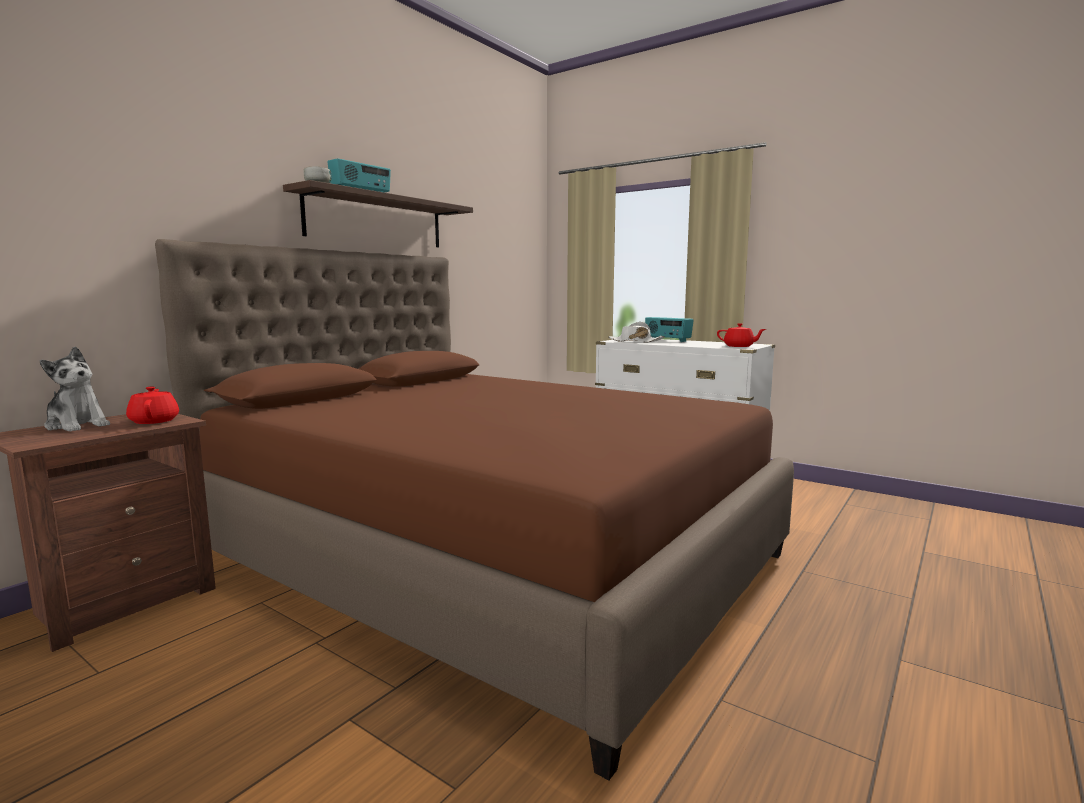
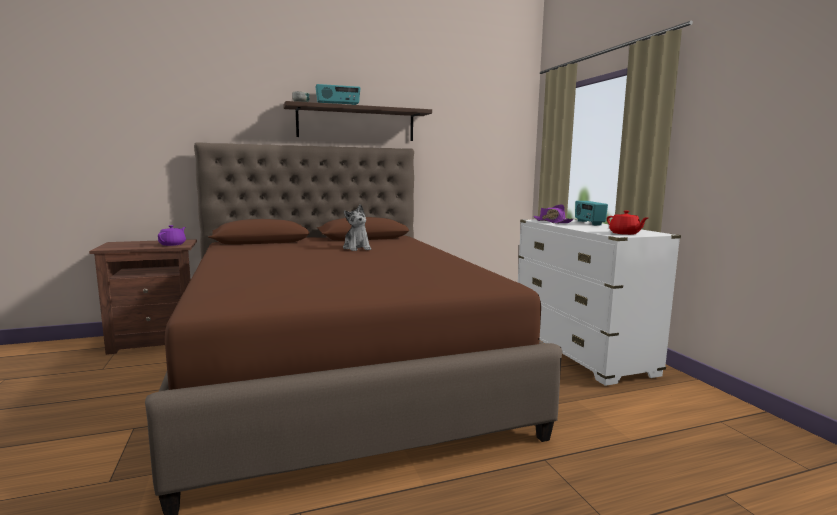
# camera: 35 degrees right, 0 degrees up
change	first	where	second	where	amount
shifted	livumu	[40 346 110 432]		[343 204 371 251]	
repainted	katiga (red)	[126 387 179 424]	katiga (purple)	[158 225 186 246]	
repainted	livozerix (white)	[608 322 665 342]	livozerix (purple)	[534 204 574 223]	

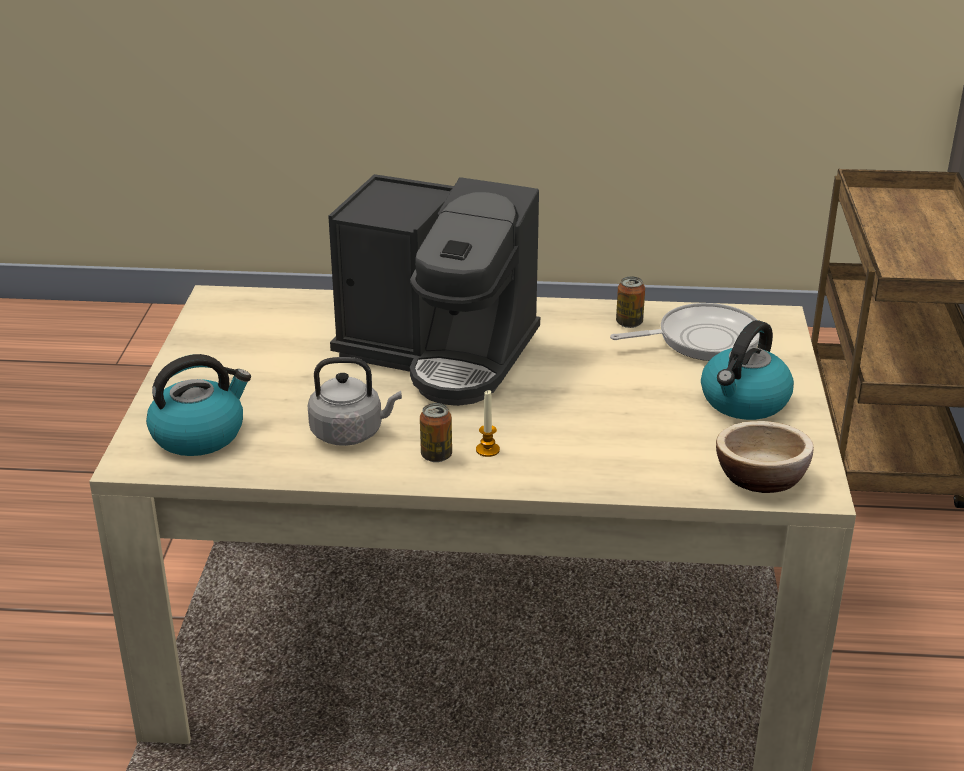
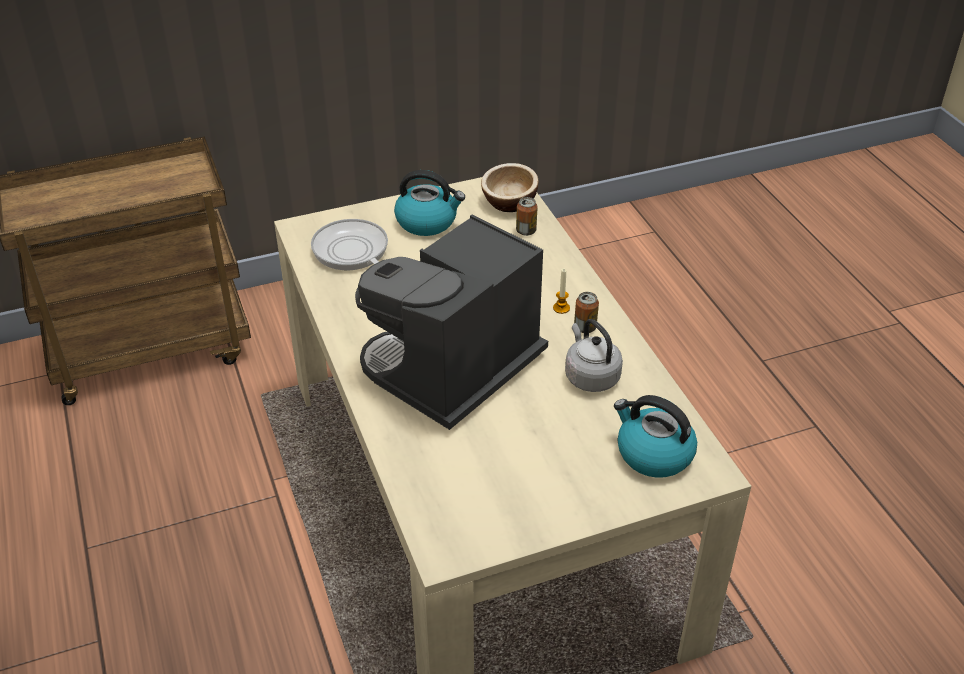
# camera: 115 degrees left, 10 degrees up
change	first	where	second	where	amount
rotated	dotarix	[328 174 540 406]		[355 214 548 430]	135 degrees counterclockwise
shifted	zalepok	[616 276 645 328]		[516 197 538 236]	

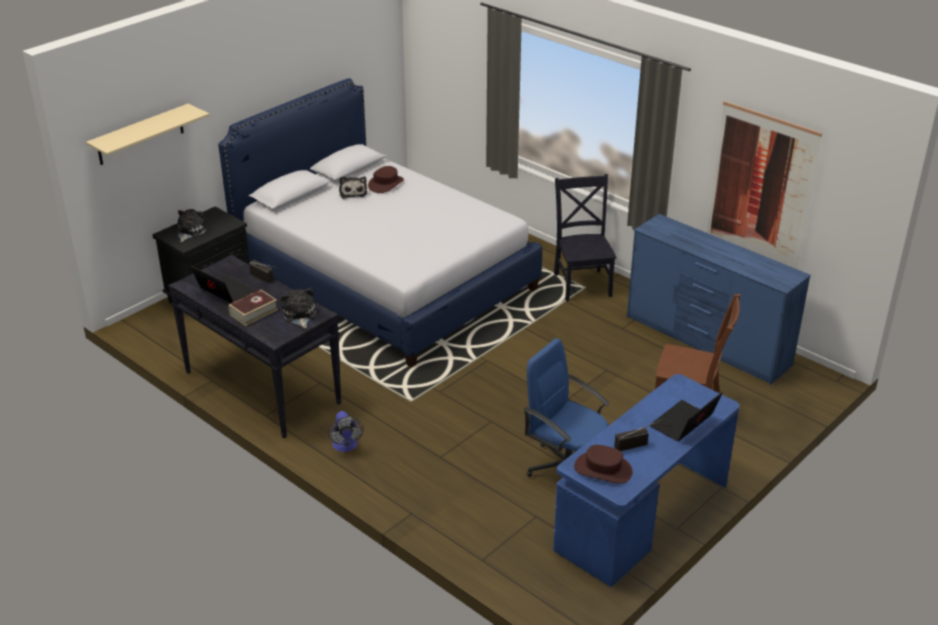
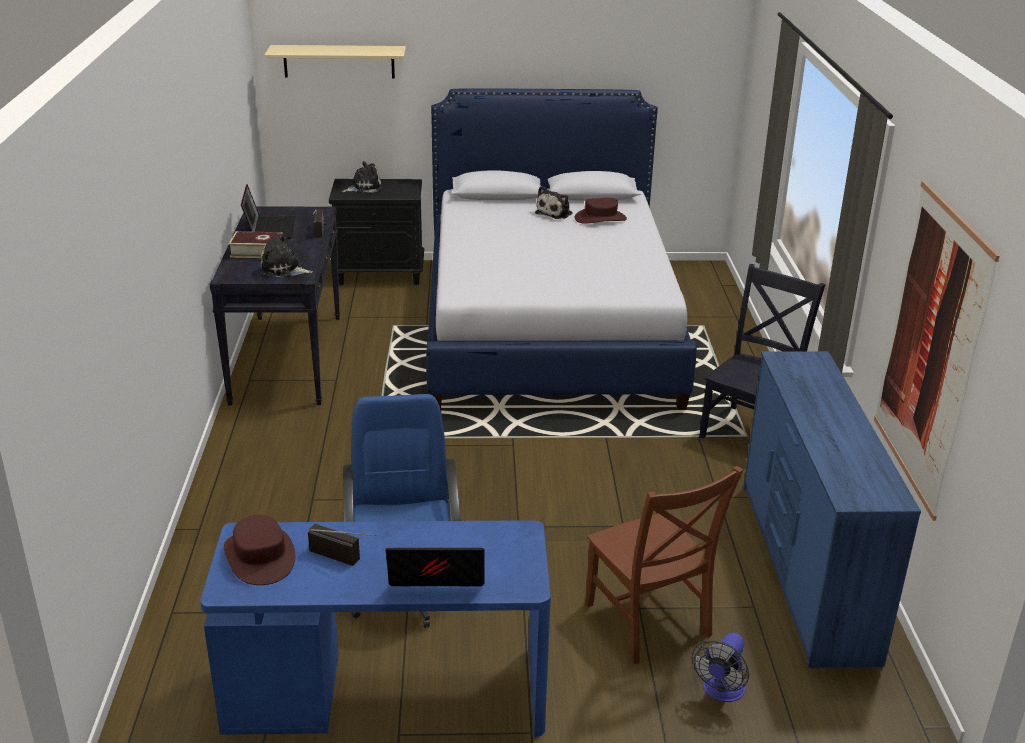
# camera: 45 degrees right, 5 degrees down
change	first	where	second	where	amount
rotated	livumu	[281 288 316 328]		[260 233 313 278]	105 degrees counterclockwise
shifted	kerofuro	[328 411 364 452]		[692 633 749 702]	

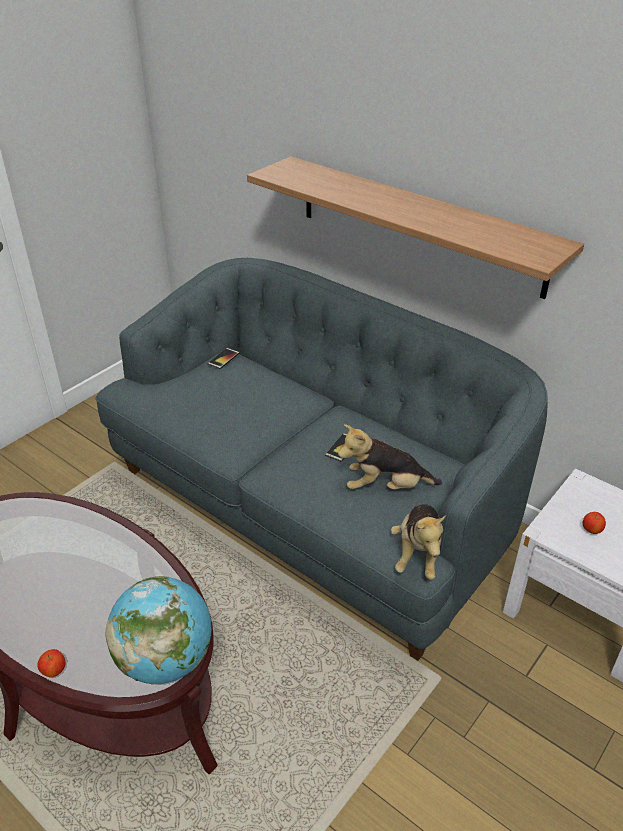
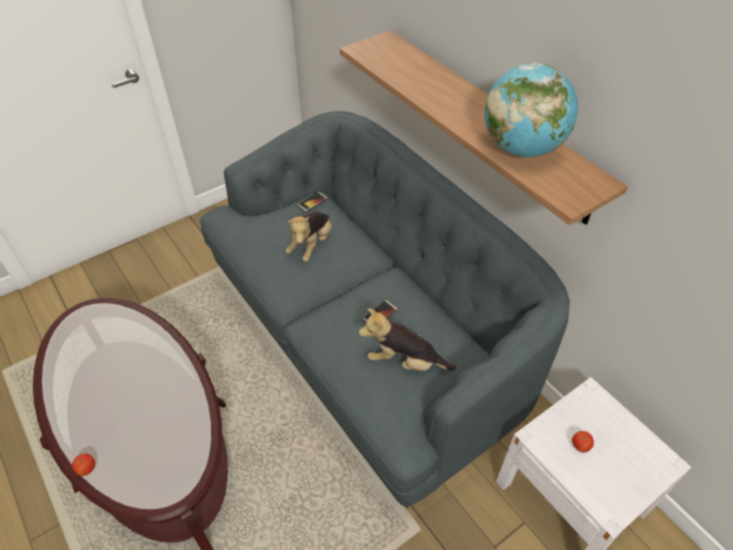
# camera: 15 degrees right, 10 degrees up
change	first	where	second	where	amount
shifted	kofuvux	[106 576 211 684]		[484 63 578 157]	
shifted	livumu	[391 504 446 580]		[285 212 332 262]	

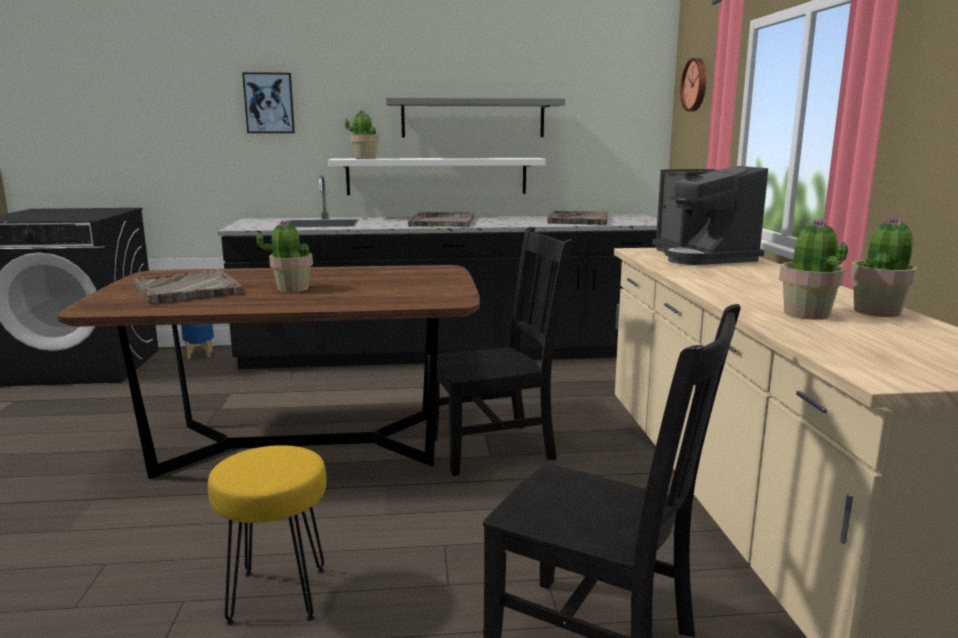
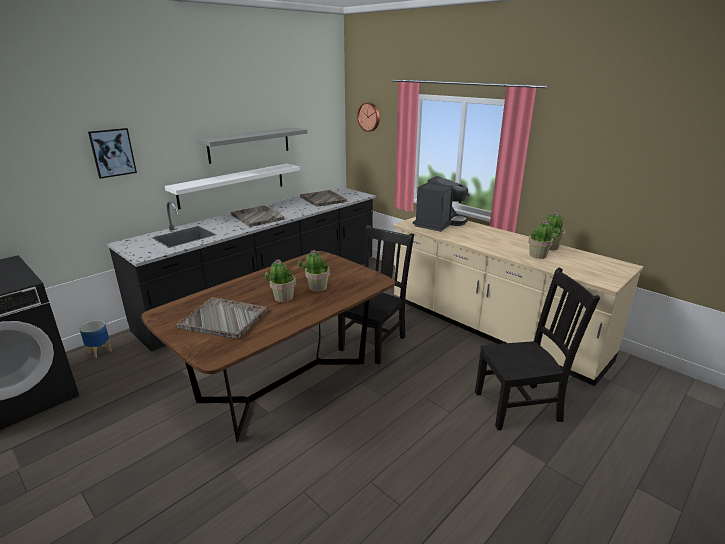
# camera: 40 degrees left, 10 degrees up
change	first	where	second	where	amount
gone	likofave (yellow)	[208 445 327 626]			
shifted	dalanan	[345 110 379 159]		[298 250 330 292]	
rotated	dotarix	[652 166 768 265]		[413 176 470 232]	90 degrees counterclockwise

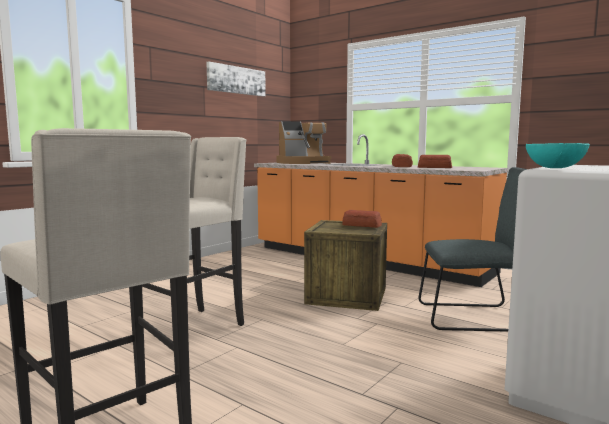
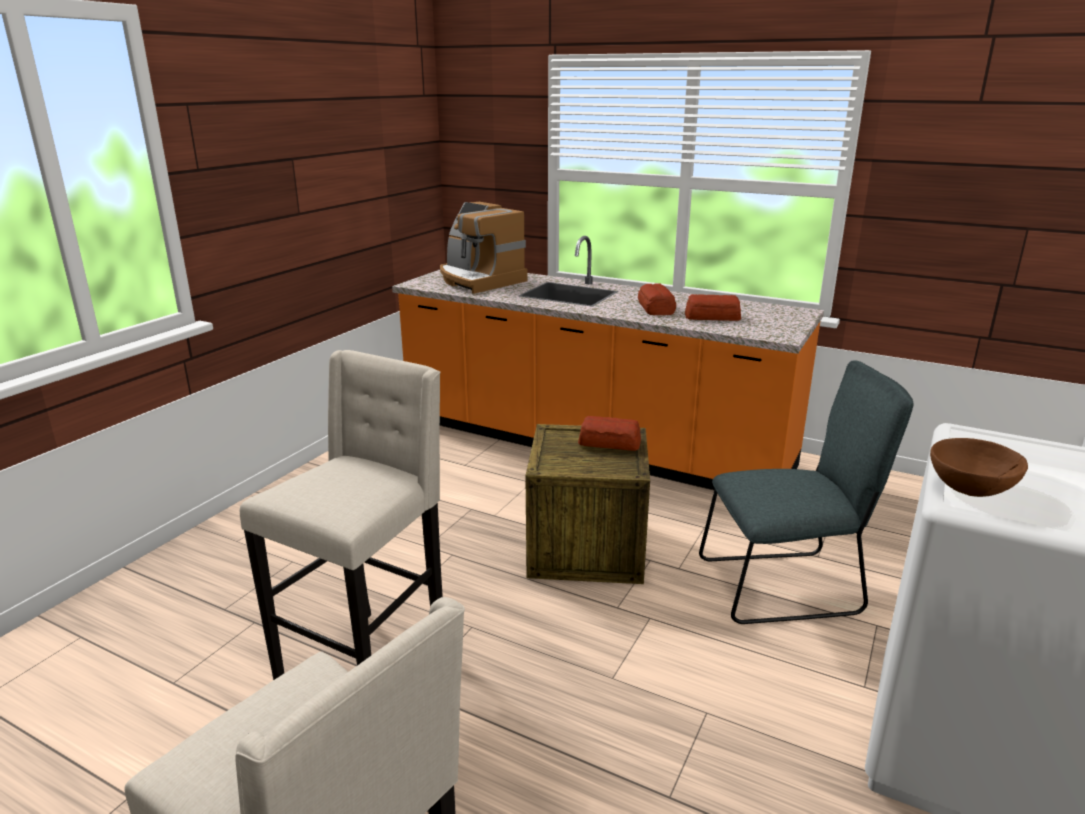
# camera: 10 degrees left, 15 degrees up
change	first	where	second	where	amount
gone	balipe	[206 61 266 96]			
rotated	dotarix	[277 121 331 164]		[440 202 528 294]	75 degrees clockwise
repainted	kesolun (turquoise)	[526 143 590 168]	kesolun (brown)	[930 438 1028 497]	

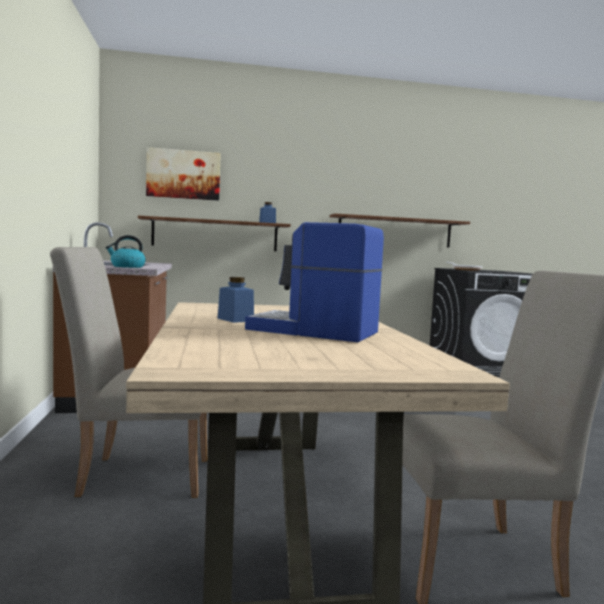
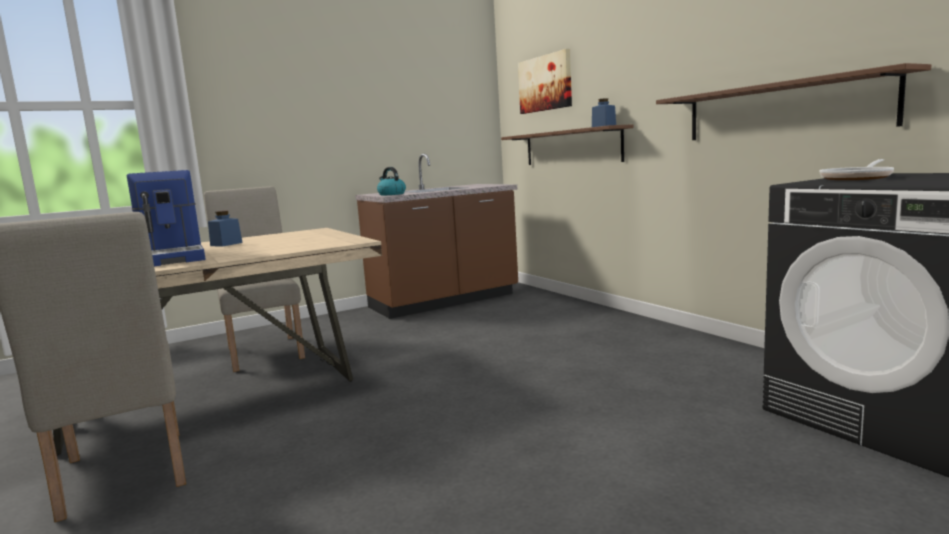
# camera: 70 degrees right, 5 degrees up
change	first	where	second	where	amount
rotated	dotarix	[245 222 384 342]		[127 170 206 266]	150 degrees clockwise

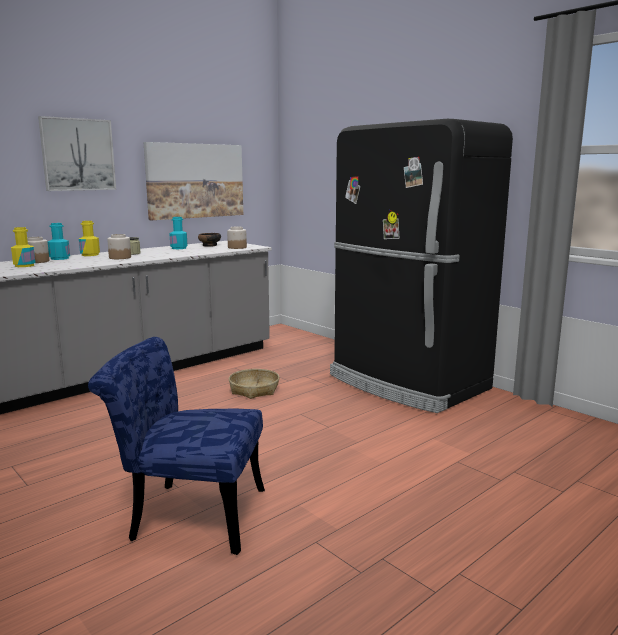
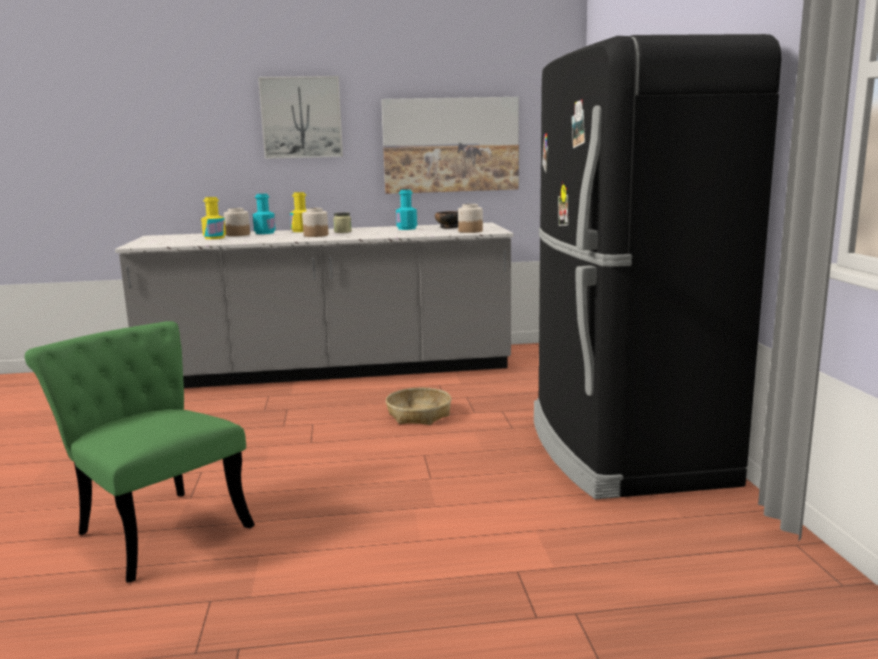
# camera: 35 degrees right, 0 degrees up
change	first	where	second	where	amount
repainted	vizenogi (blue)	[88 337 265 555]	vizenogi (green)	[25 321 255 583]	

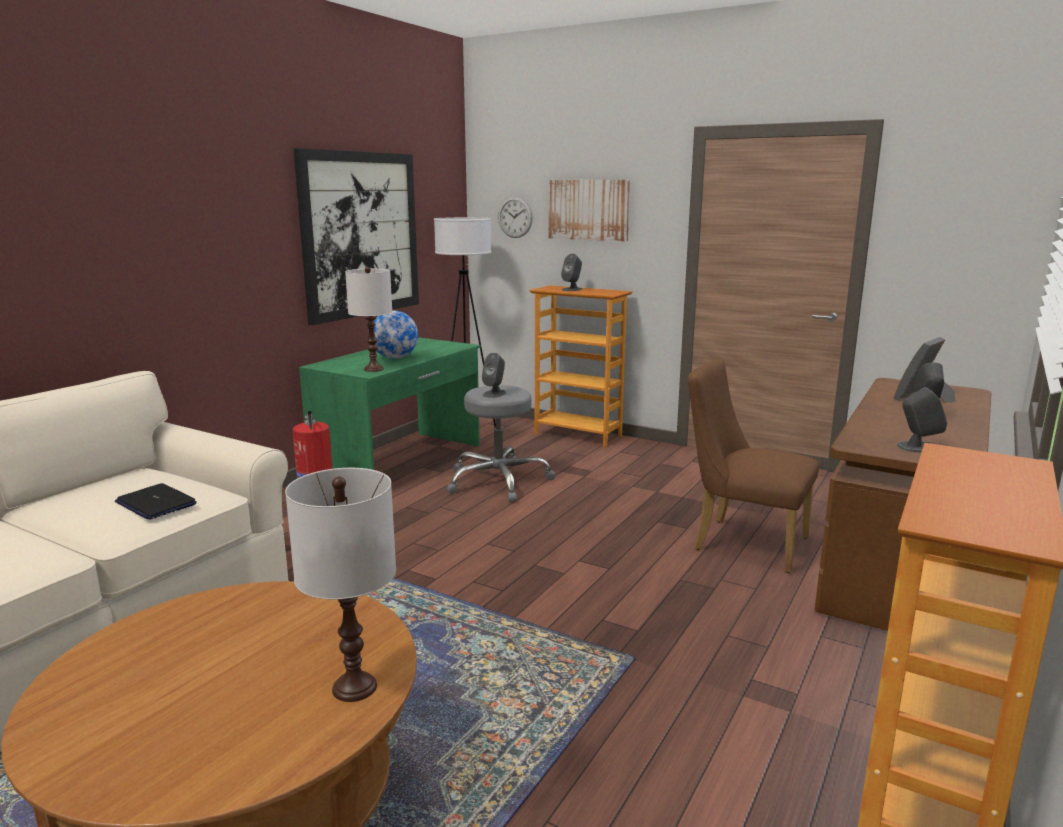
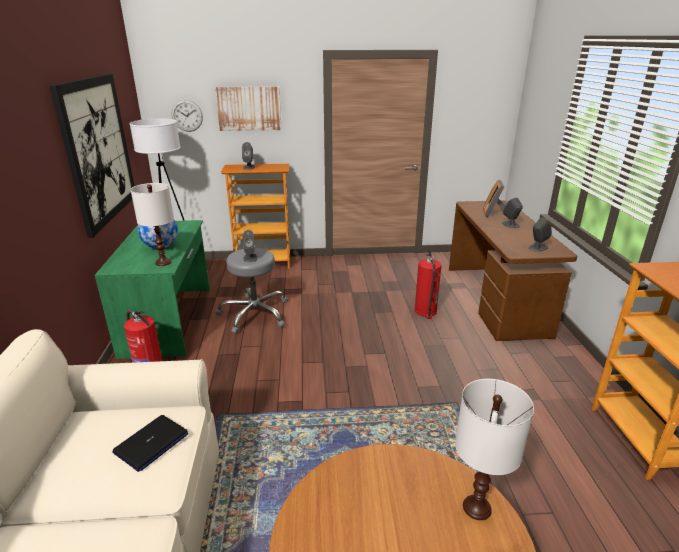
# camera: 35 degrees left, 10 degrees up
change	first	where	second	where	amount
rotated	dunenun	[115 483 197 520]		[112 415 188 472]	60 degrees counterclockwise
swapped	vizenogi (brown)	[688 359 819 573]	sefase	[414 246 441 319]	

